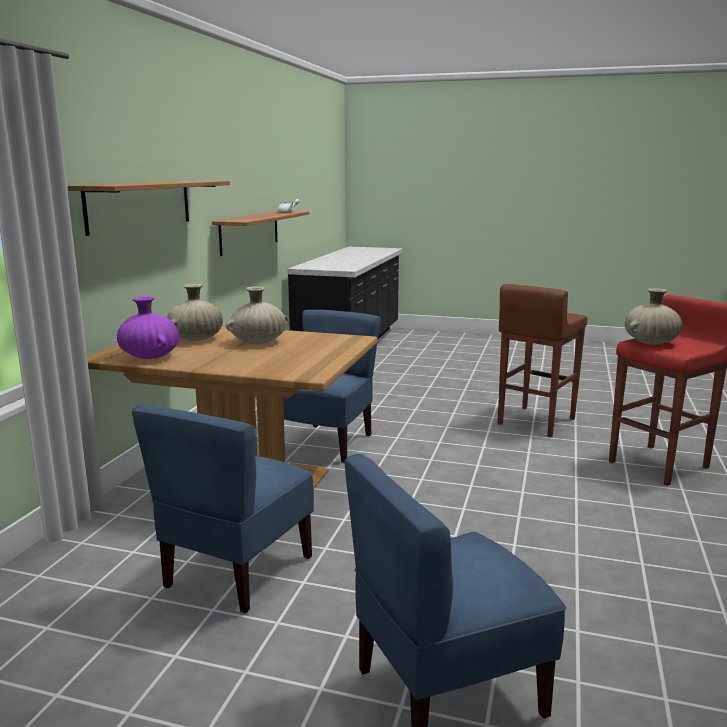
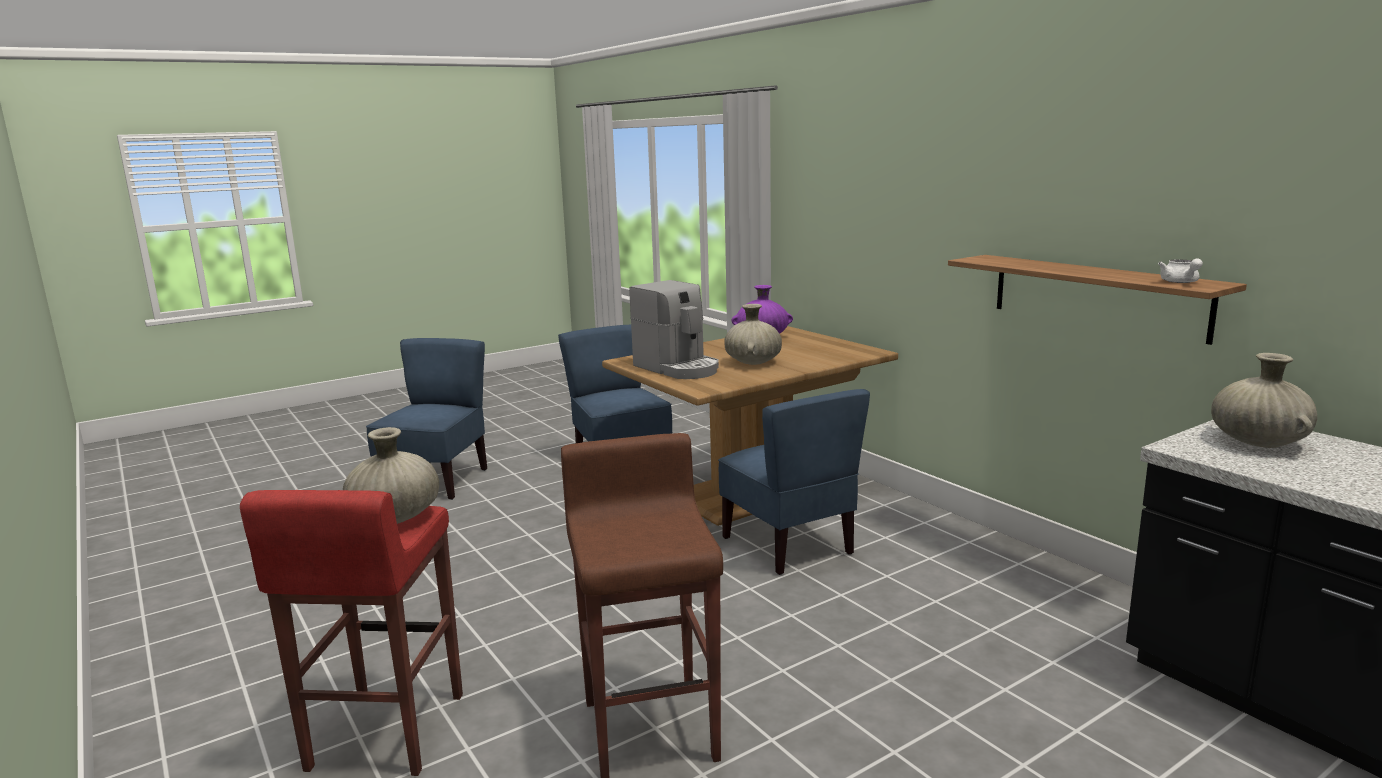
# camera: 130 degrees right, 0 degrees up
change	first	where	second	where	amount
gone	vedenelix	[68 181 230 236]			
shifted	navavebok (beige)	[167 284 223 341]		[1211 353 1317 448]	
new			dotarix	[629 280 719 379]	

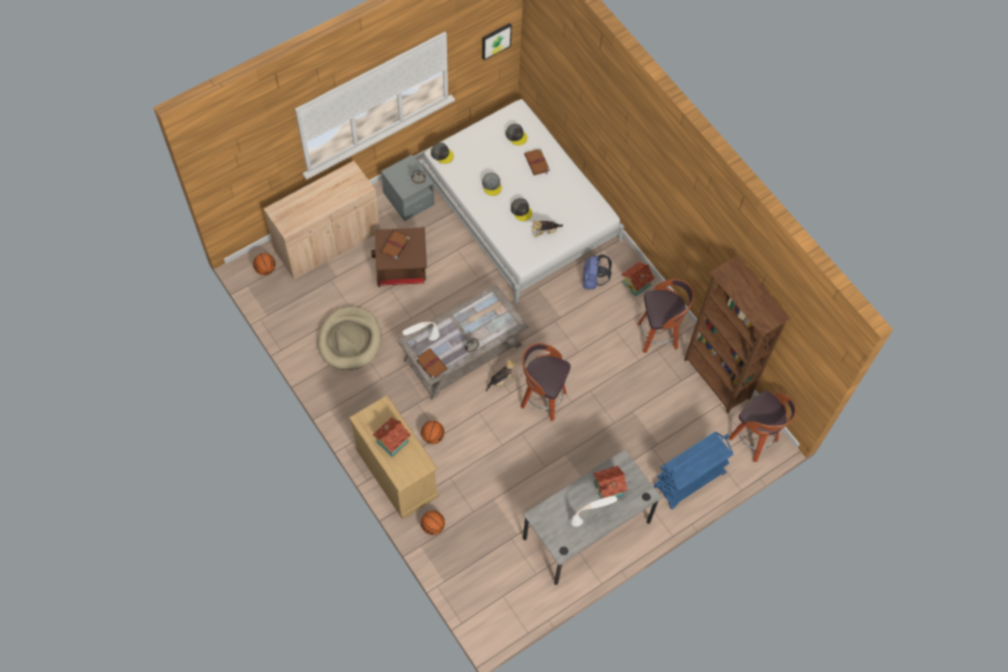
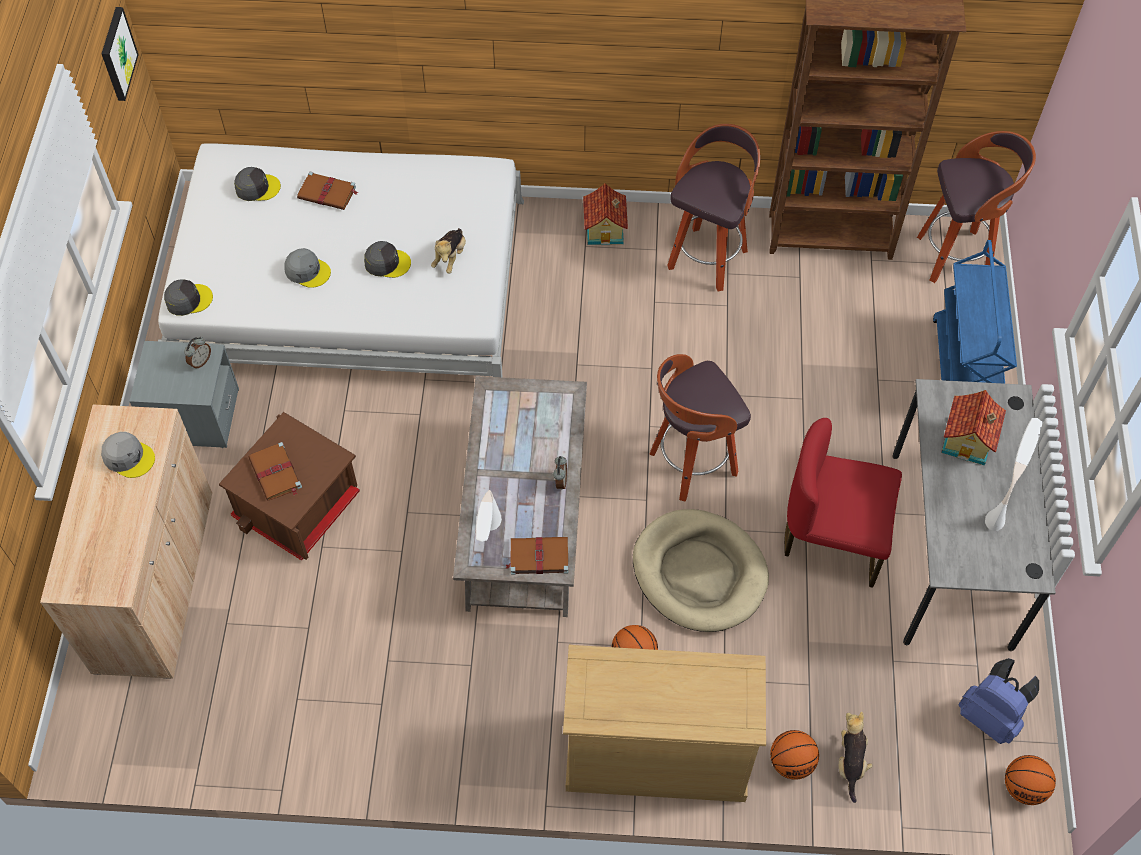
# camera: 50 degrees left, 5 degrees down
change	first	where	second	where	amount
shifted	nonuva	[253 253 276 275]		[1005 755 1056 805]	
shifted	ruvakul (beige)	[317 307 381 370]		[633 509 769 632]	
gone	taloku	[373 417 411 457]			
shifted	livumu	[486 360 516 392]		[839 711 873 803]	
shifted	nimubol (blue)	[583 254 612 290]		[958 658 1039 744]	
new			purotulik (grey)	[101 432 155 478]	
new			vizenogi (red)	[784 418 902 588]	

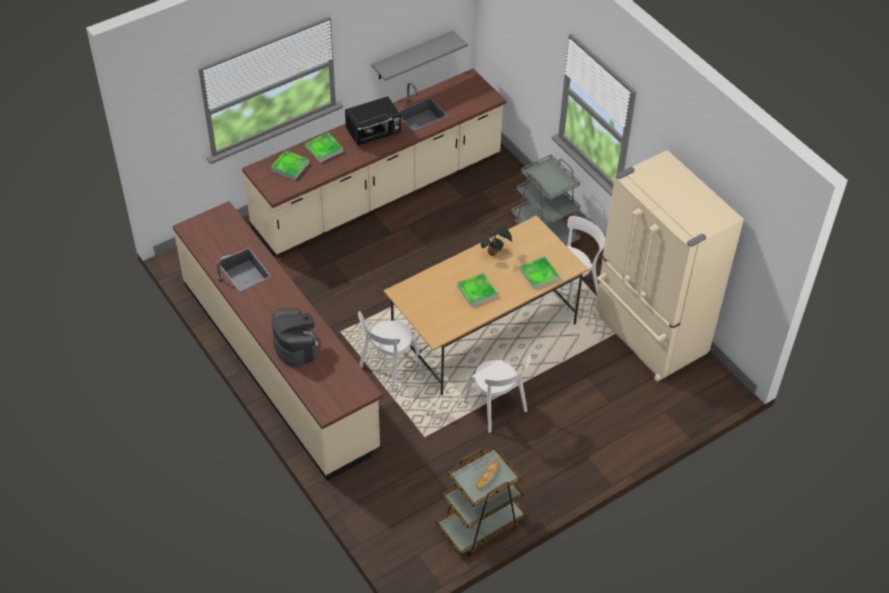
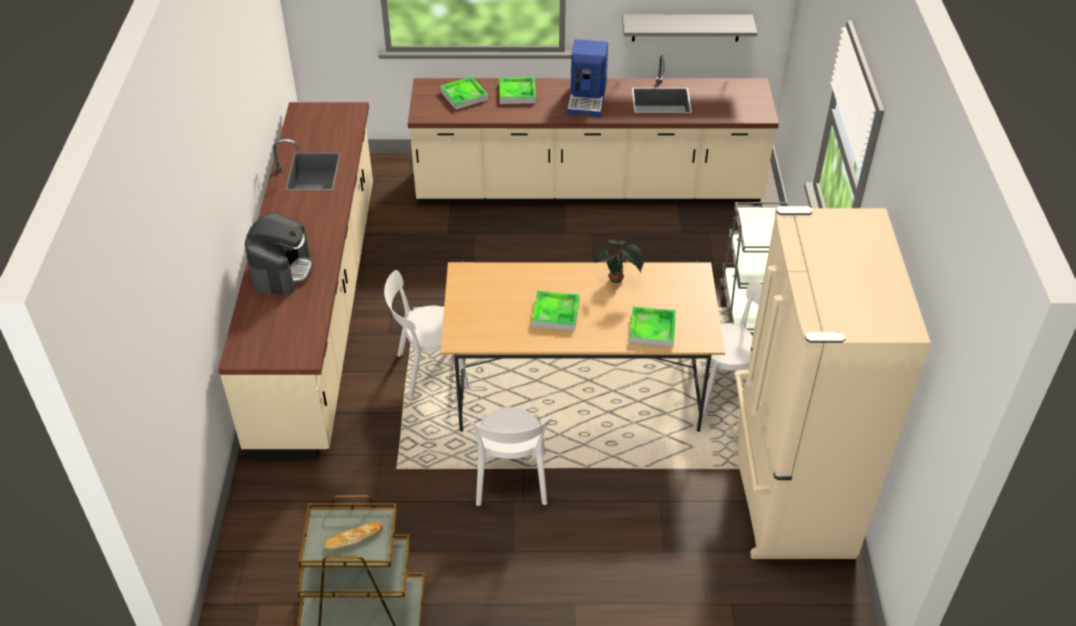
# camera: 35 degrees right, 5 degrees down
change	first	where	second	where	amount
swapped	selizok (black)	[345 96 401 146]	dotarix	[567 39 608 117]	

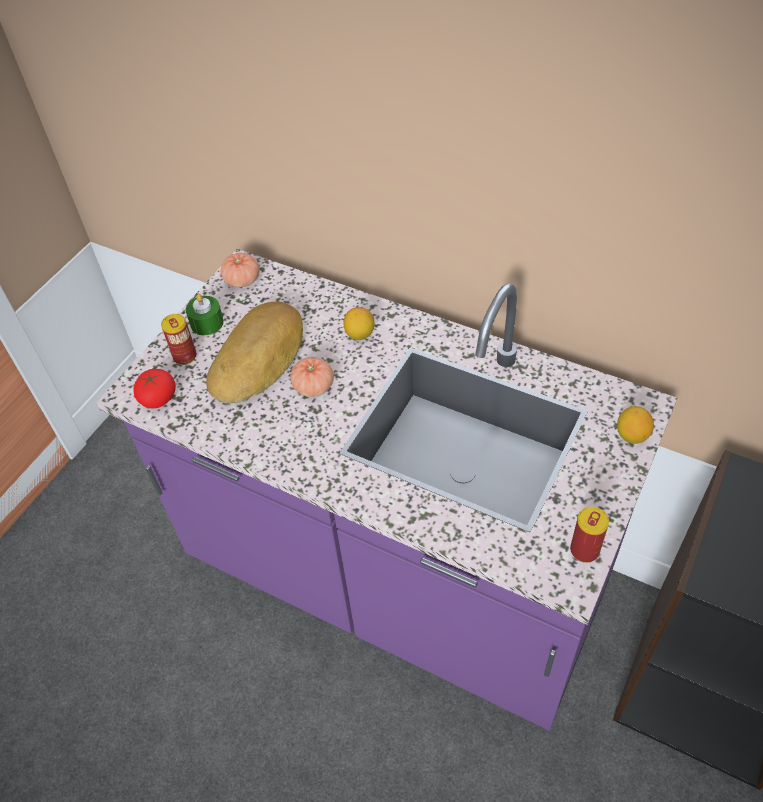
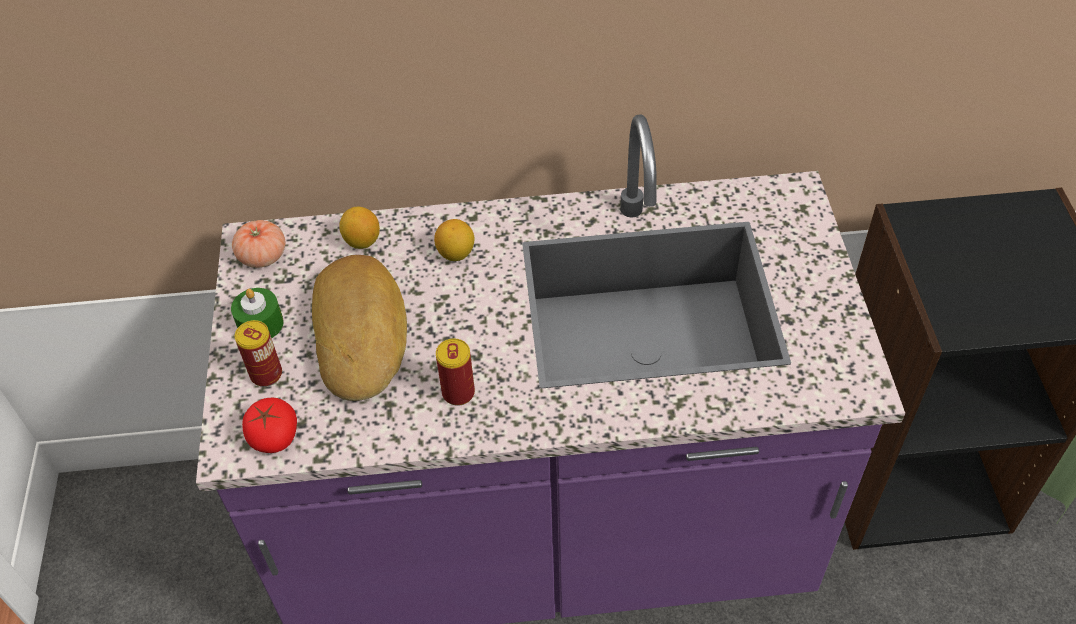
# camera: 35 degrees left, 0 degrees up
change	first	where	second	where	amount
gone	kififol	[290 357 334 397]			
shifted	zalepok	[570 507 609 563]		[436 339 475 406]	
shifted	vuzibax	[617 406 654 444]		[339 207 380 249]	

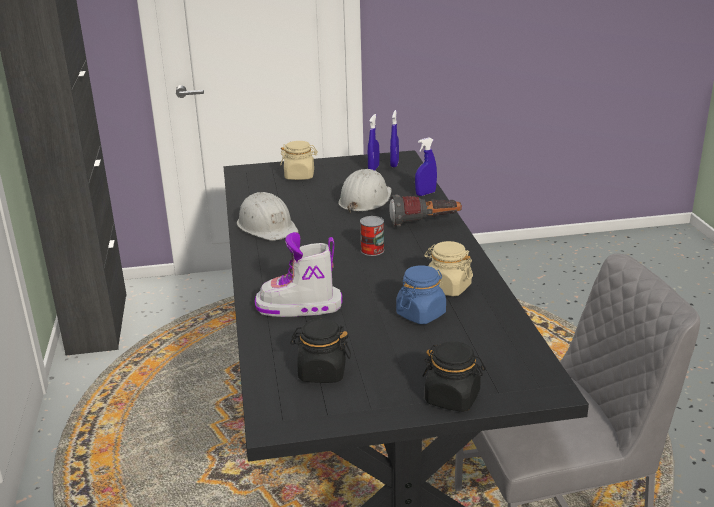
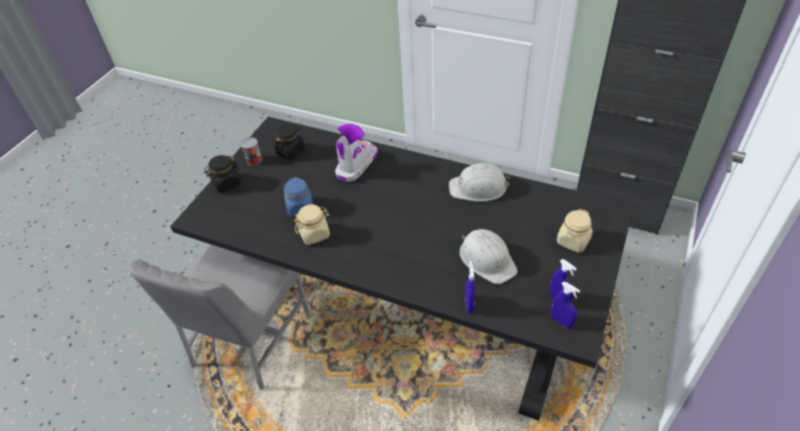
# camera: 125 degrees right, 20 degrees up
change	first	where	second	where	amount
shifted	zalepok	[360 216 384 256]		[241 137 262 166]	
gone	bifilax	[389 195 462 227]			

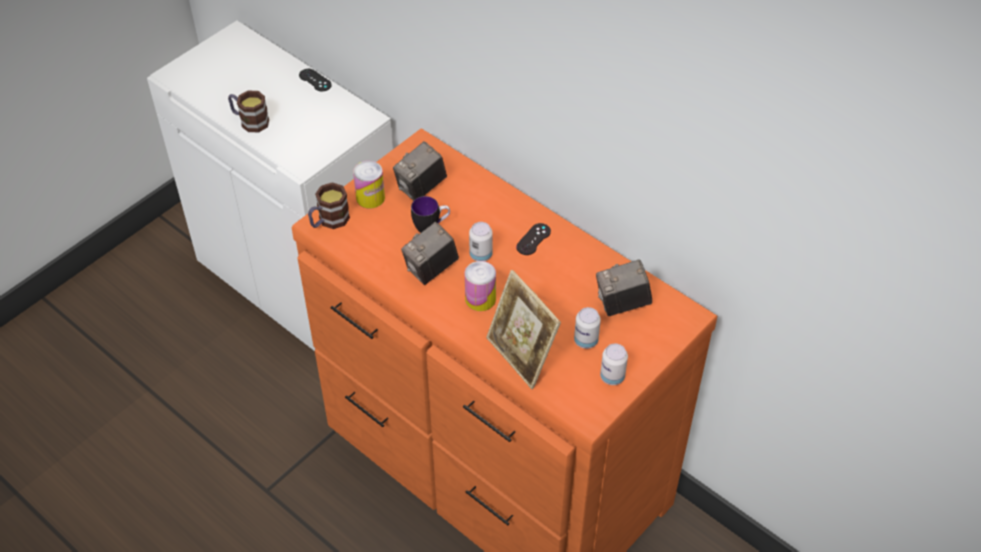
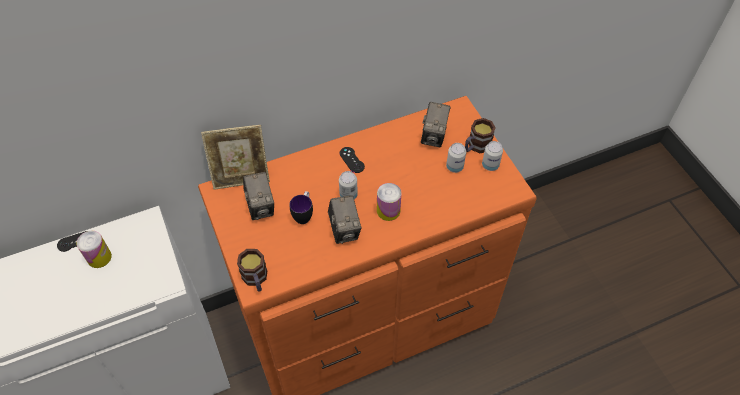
# camera: 65 degrees left, 5 degrees up
change	first	where	second	where	amount
shifted	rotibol	[228 91 269 132]		[465 118 496 153]	
shifted	zalepok	[353 161 385 209]		[76 231 112 268]	
shifted	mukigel	[486 270 561 389]		[201 125 270 190]	

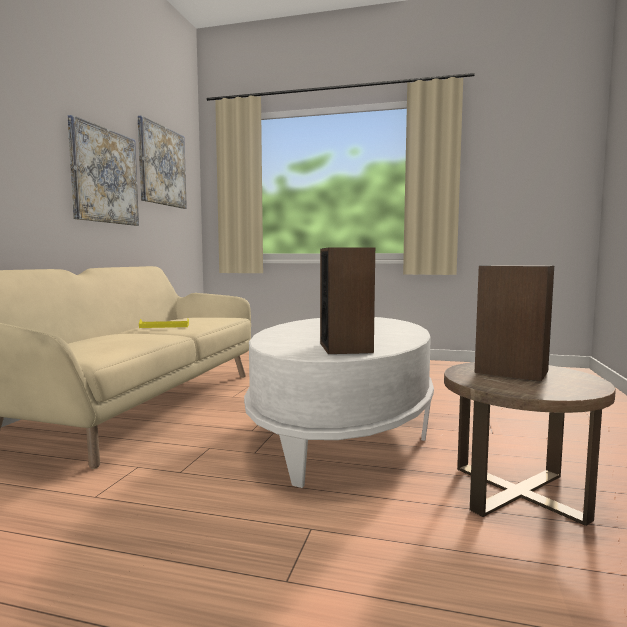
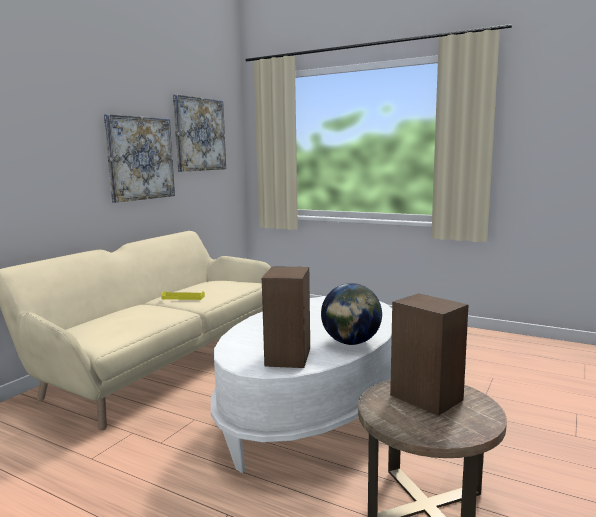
# camera: 15 degrees right, 5 degrees up
change	first	where	second	where	amount
new			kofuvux	[321 283 382 345]	

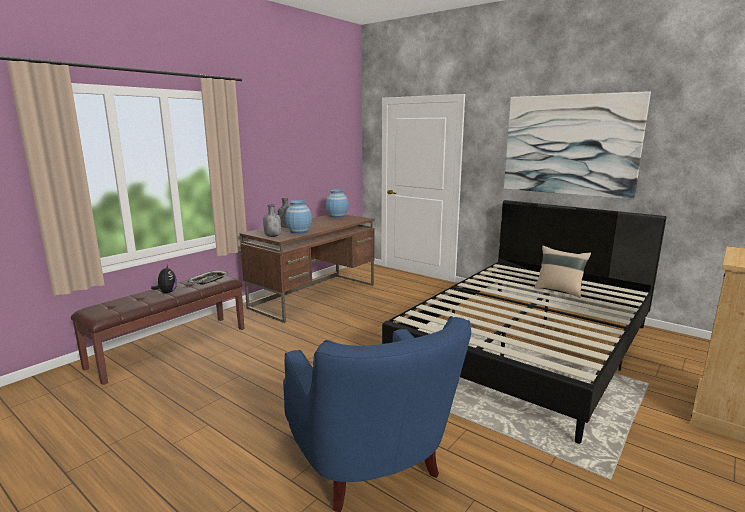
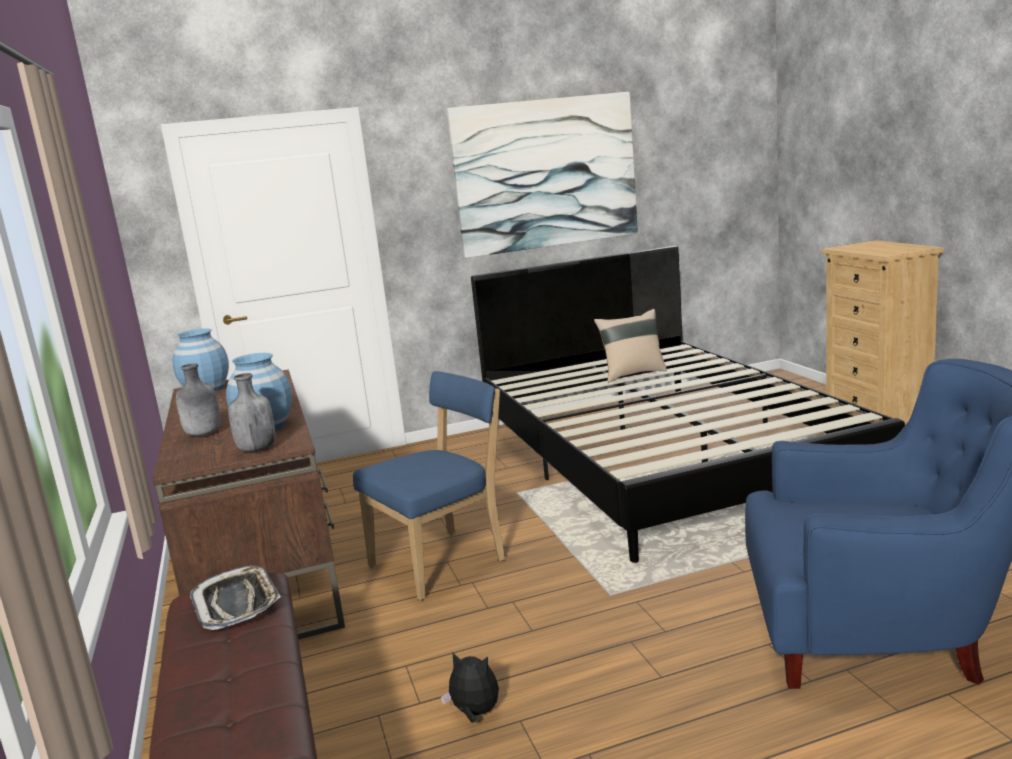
# camera: 55 degrees left, 0 degrees up
change	first	where	second	where	amount
shifted	livumu	[151 265 177 293]		[441 652 499 723]	
new			vizenogi (blue)	[353 371 505 600]	

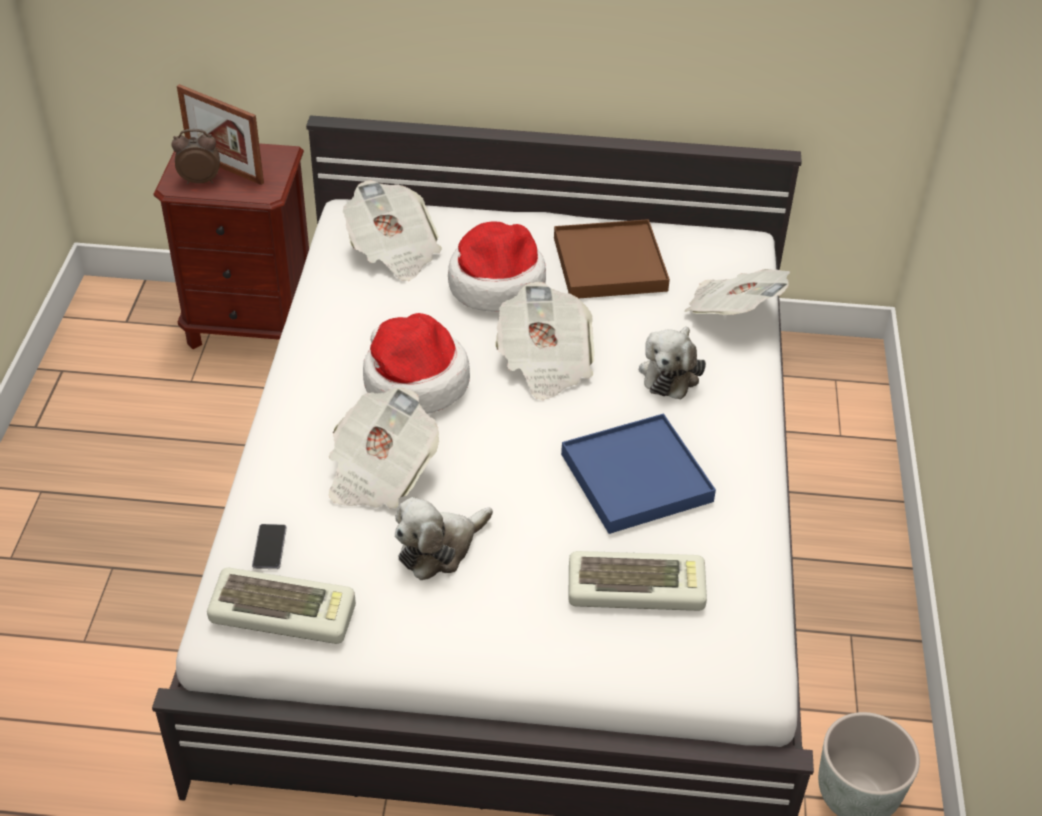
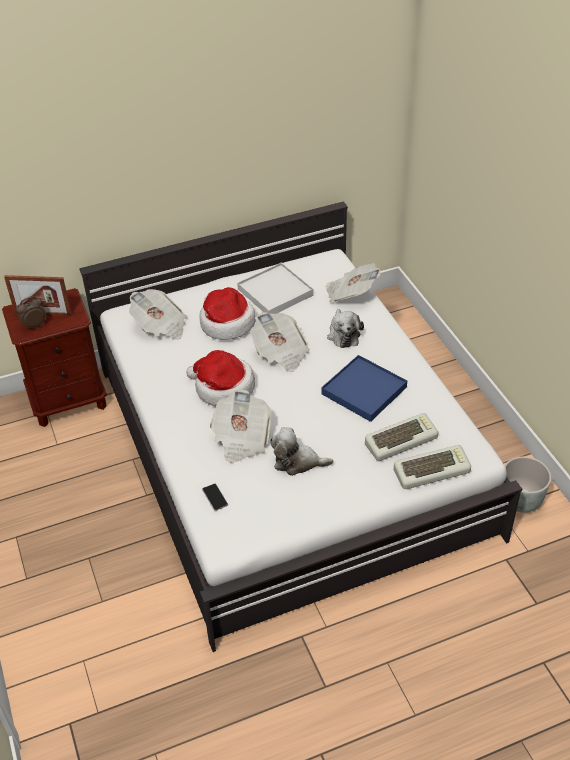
# camera: 25 degrees left, 0 degrees up
change	first	where	second	where	amount
shifted	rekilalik	[207 568 356 644]		[394 445 471 489]	
rotated	livumu	[395 497 493 580]		[270 427 333 476]	75 degrees clockwise
repainted	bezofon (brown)	[554 219 670 299]	bezofon (white)	[237 263 314 314]	

